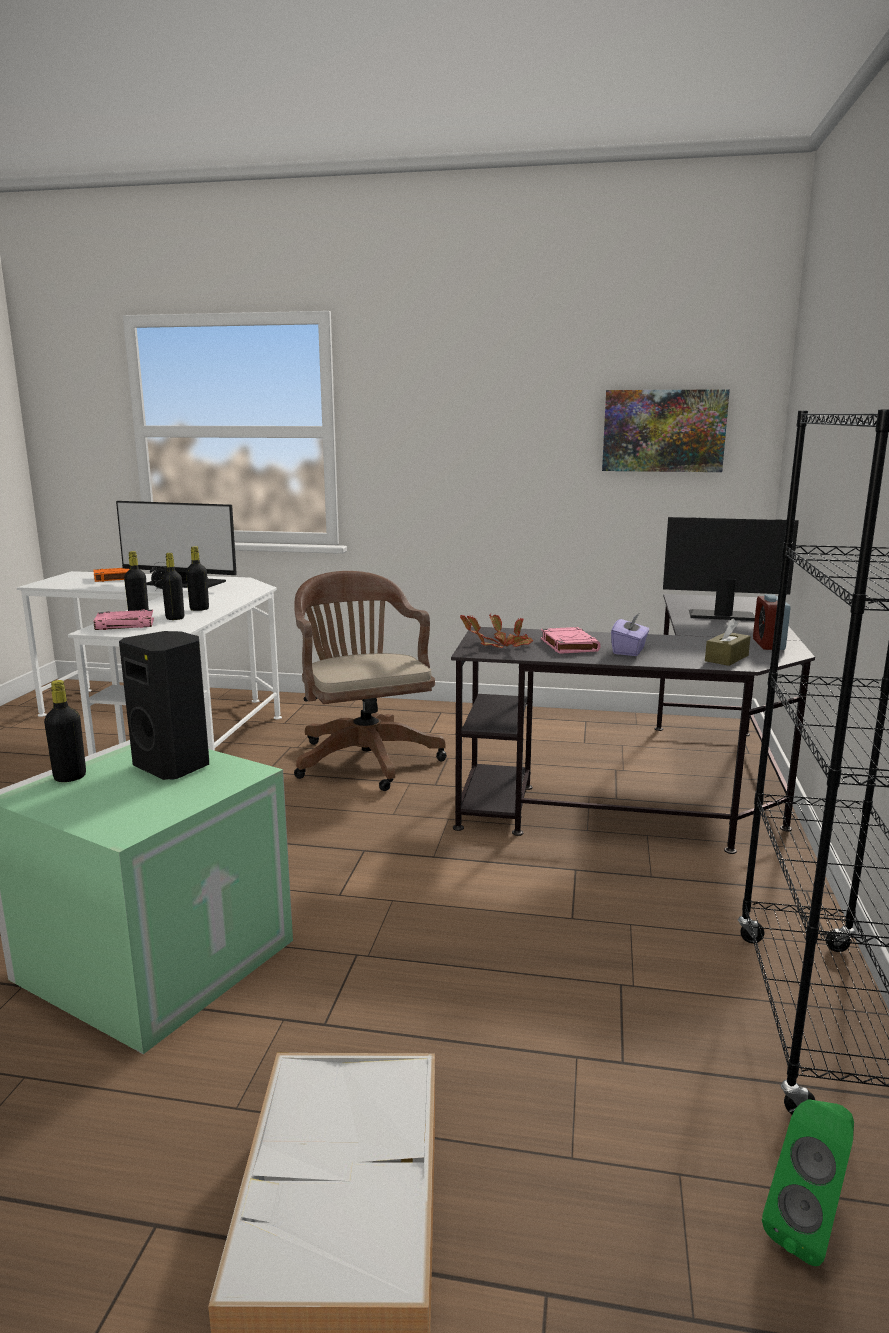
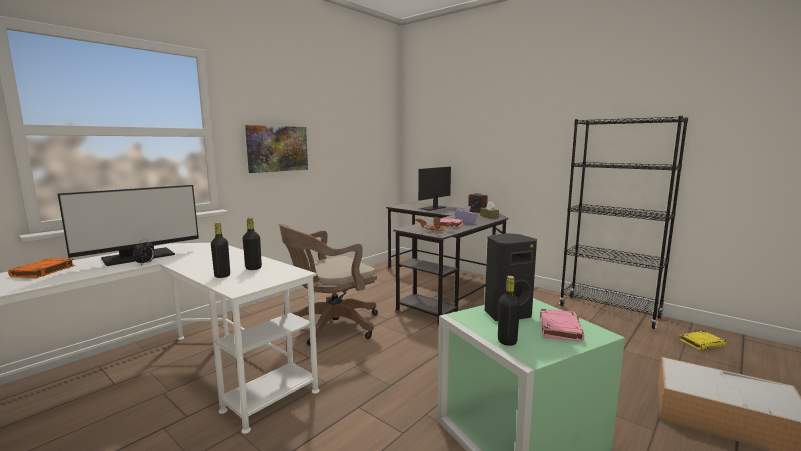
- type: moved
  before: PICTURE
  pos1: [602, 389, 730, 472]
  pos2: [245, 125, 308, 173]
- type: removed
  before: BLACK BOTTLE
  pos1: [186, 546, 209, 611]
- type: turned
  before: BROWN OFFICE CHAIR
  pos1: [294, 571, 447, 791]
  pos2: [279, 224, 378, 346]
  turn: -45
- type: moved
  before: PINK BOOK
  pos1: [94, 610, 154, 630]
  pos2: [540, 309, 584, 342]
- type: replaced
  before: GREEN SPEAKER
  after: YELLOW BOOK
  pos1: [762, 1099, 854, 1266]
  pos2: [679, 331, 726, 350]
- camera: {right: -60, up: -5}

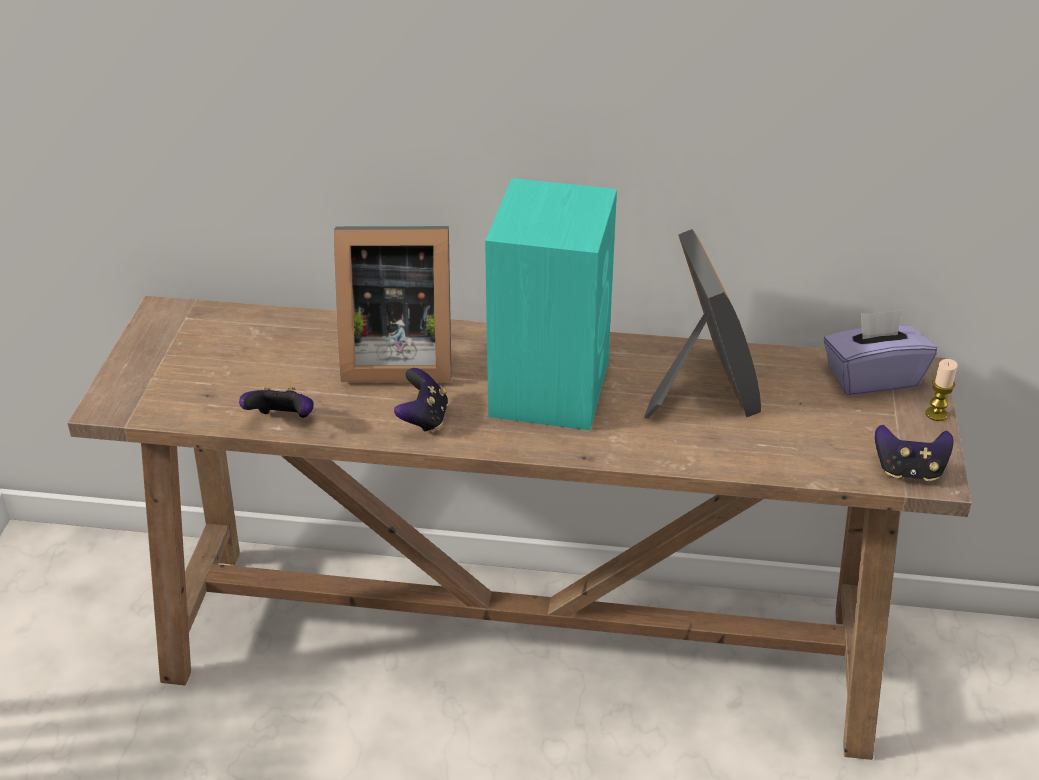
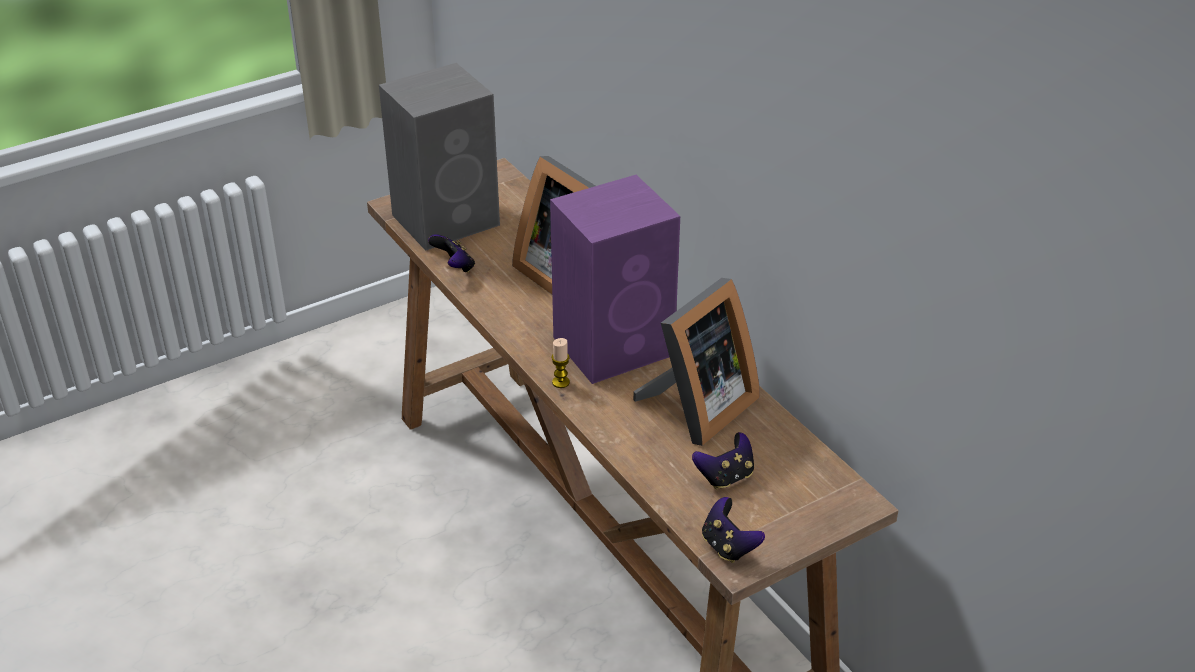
- type: recoloured
  before: TURQUOISE SPEAKER
  after: PURPLE SPEAKER
  pos1: [485, 178, 617, 431]
  pos2: [550, 175, 680, 384]
- type: removed
  before: PURPLE TISSUE BOX
  pos1: [824, 310, 937, 396]
- type: moved
  before: CANDLE
  pos1: [926, 359, 958, 421]
  pos2: [551, 338, 570, 388]
- type: moved
  before: GAME CONTROLLER
  pos1: [394, 368, 448, 434]
  pos2: [692, 432, 754, 489]
- type: added
  after: GREY SPEAKER
  pos2: [379, 63, 500, 251]
- camera: {right: 50, up: 0}

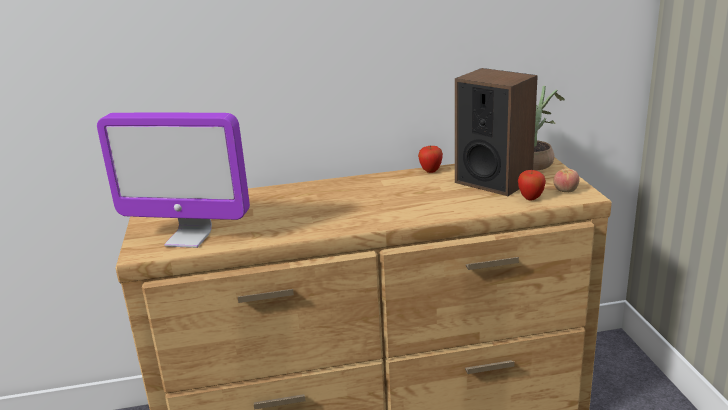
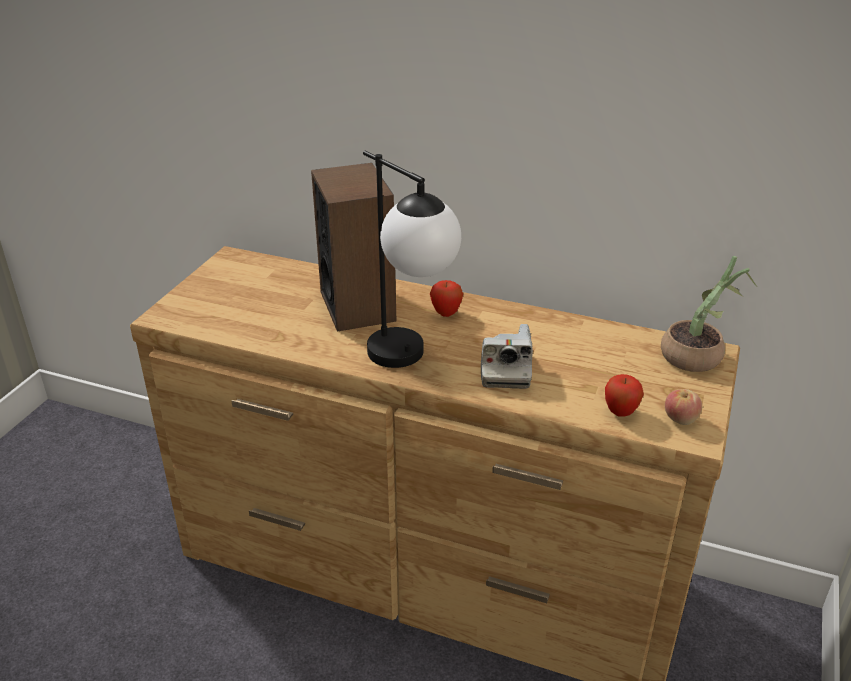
- type: moved
  before: SPEAKER
  pos1: [455, 68, 538, 196]
  pos2: [311, 163, 397, 332]
- type: removed
  before: MONITOR
  pos1: [97, 113, 250, 248]
- type: moved
  before: APPLE
  pos1: [418, 146, 443, 173]
  pos2: [430, 280, 463, 317]
- type: added
  after: TABLE LAMP
  pos2: [363, 151, 461, 368]
- type: added
  after: PHOTO CAMERA
  pos2: [481, 324, 533, 389]
- camera: {right: 30, up: 10}

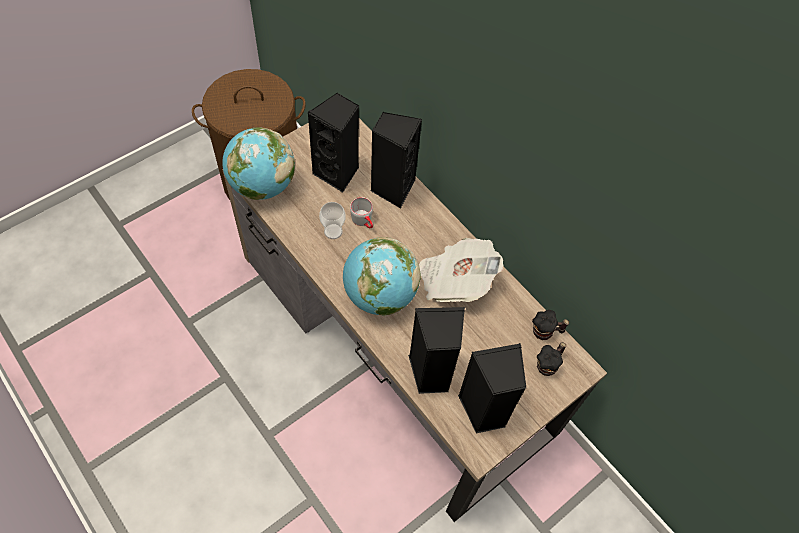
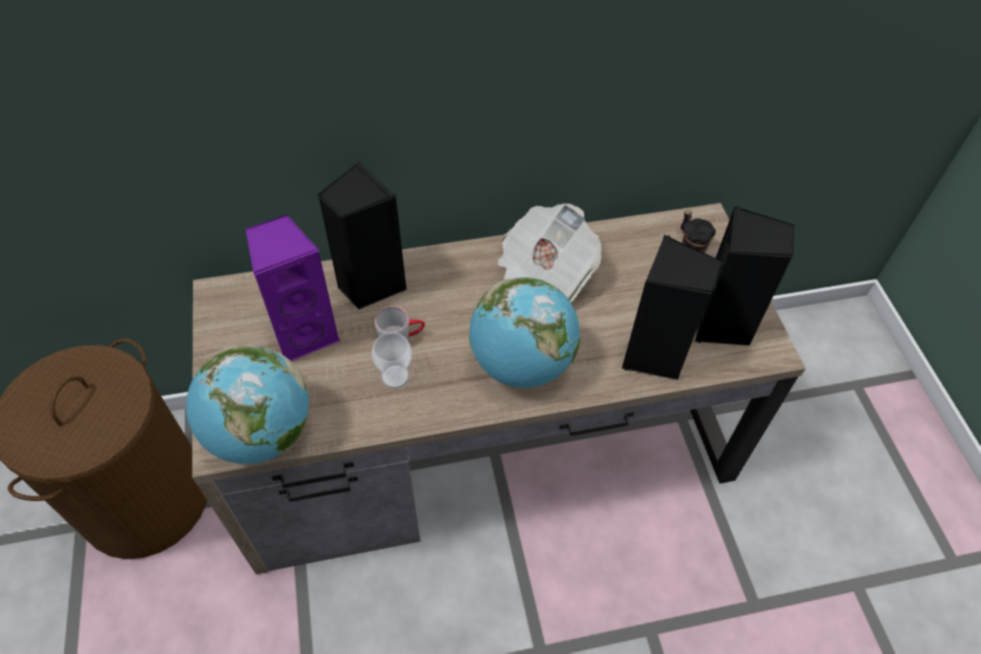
- type: recoloured
  before: BLACK SPEAKER
  after: PURPLE SPEAKER
  pos1: [307, 93, 359, 192]
  pos2: [246, 214, 341, 361]
- type: removed
  before: MUG
  pos1: [532, 310, 569, 340]
- camera: {right: -60, up: -5}

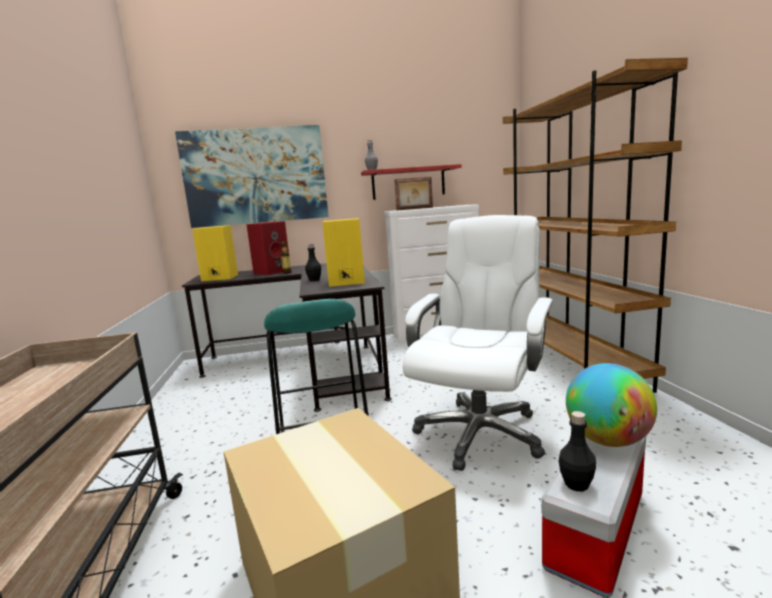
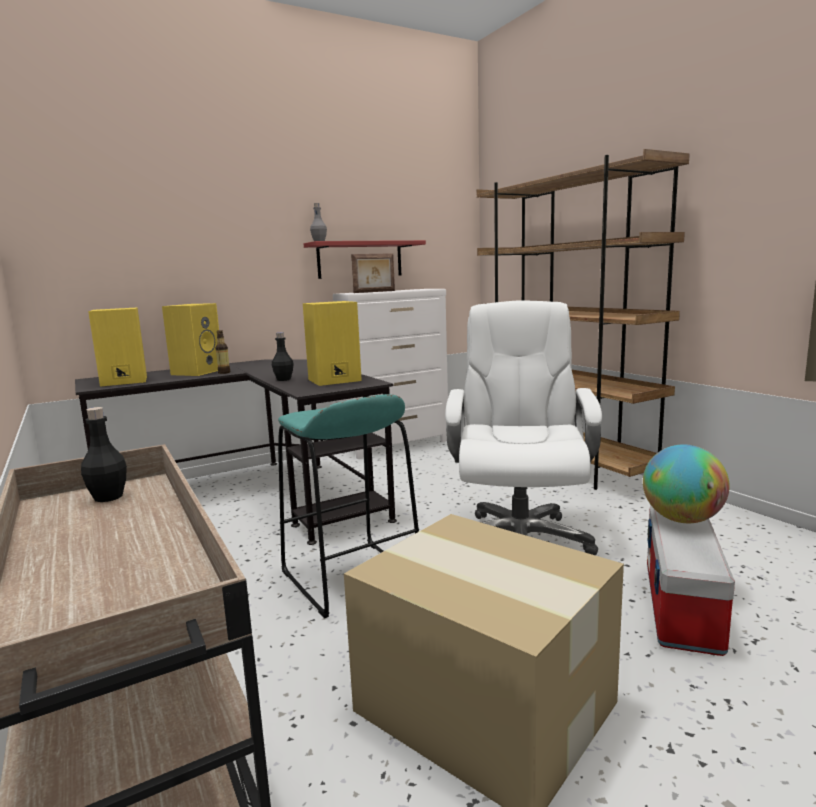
- type: removed
  before: PICTURE
  pos1: [175, 125, 329, 228]
- type: recoloured
  before: RED SPEAKER
  after: YELLOW SPEAKER
  pos1: [246, 221, 289, 275]
  pos2: [162, 303, 219, 376]
- type: moved
  before: BLACK BOTTLE
  pos1: [559, 411, 596, 491]
  pos2: [81, 407, 127, 502]
- camera: {right: -20, up: 0}

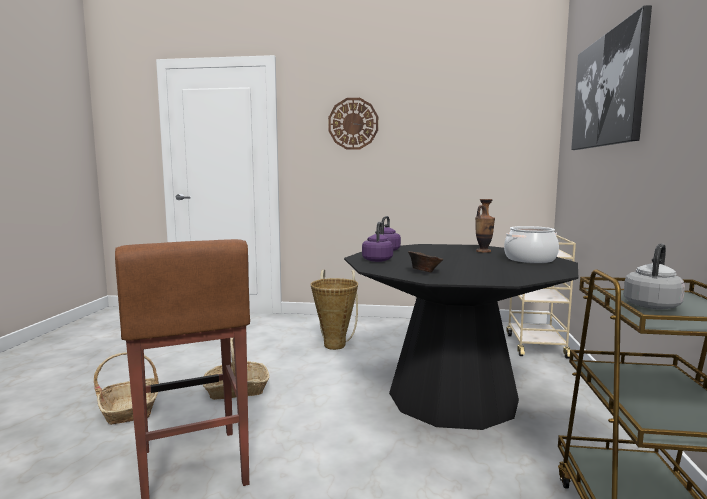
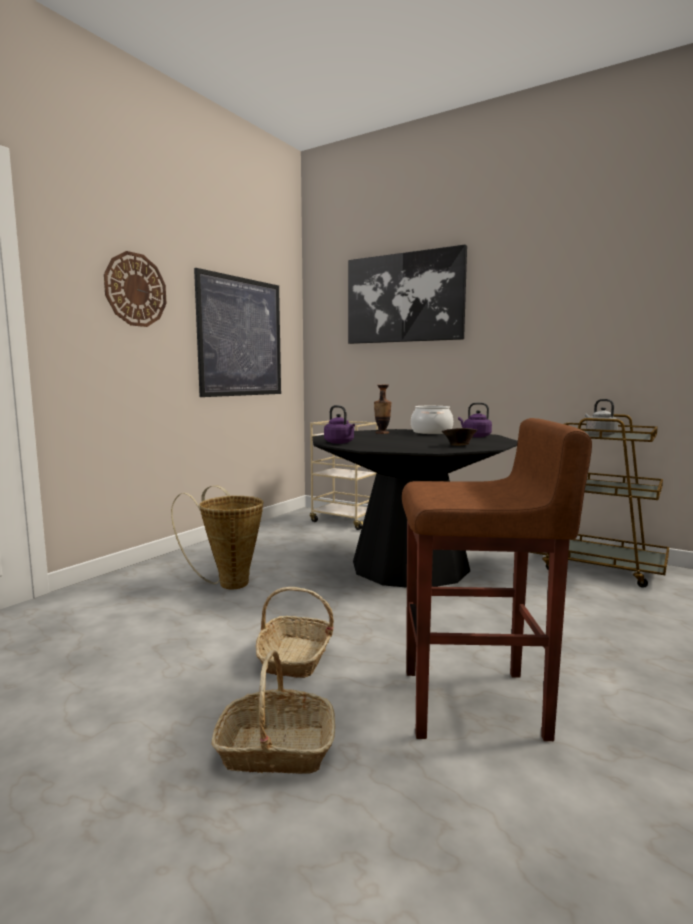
- type: moved
  before: PURPLE KETTLE
  pos1: [362, 222, 393, 262]
  pos2: [458, 402, 492, 437]
- type: added
  after: PICTURE
  pos2: [194, 268, 281, 397]
- camera: {right: -65, up: 0}

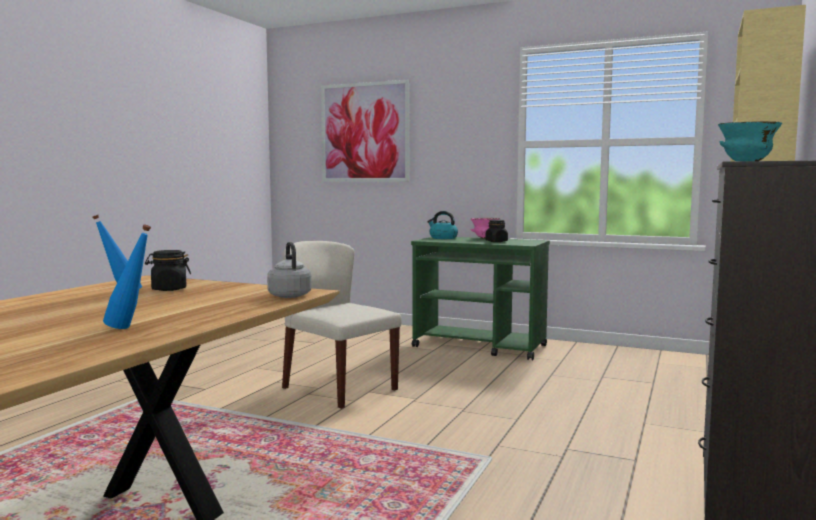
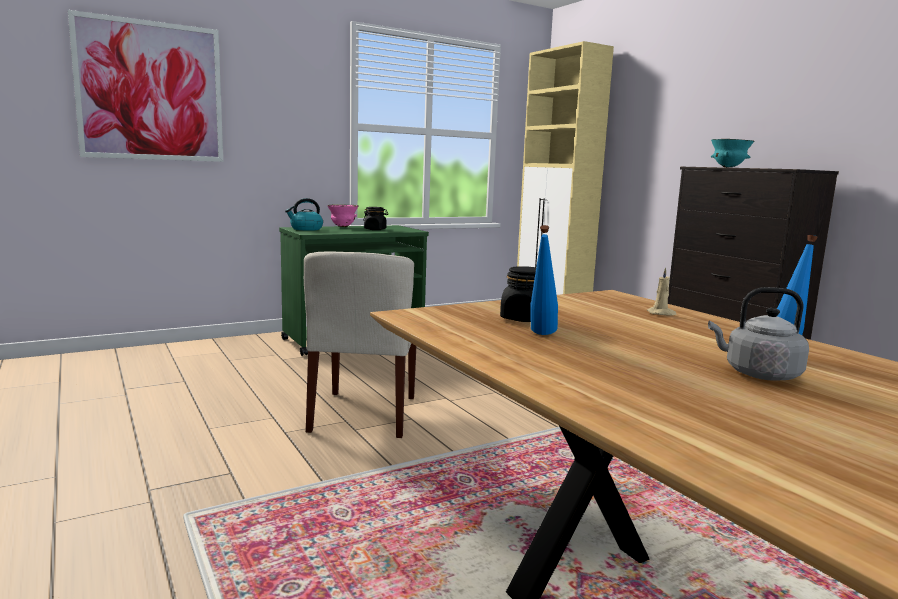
- type: turned
  before: BEIGE CHAIR
  pos1: [282, 241, 402, 409]
  pos2: [304, 251, 416, 438]
  turn: -75
- type: moved
  before: GREY KETTLE
  pos1: [267, 242, 312, 298]
  pos2: [708, 287, 809, 381]
- type: added
  after: BEIGE CANDLE
  pos2: [647, 268, 677, 315]
- camera: {right: -55, up: 5}

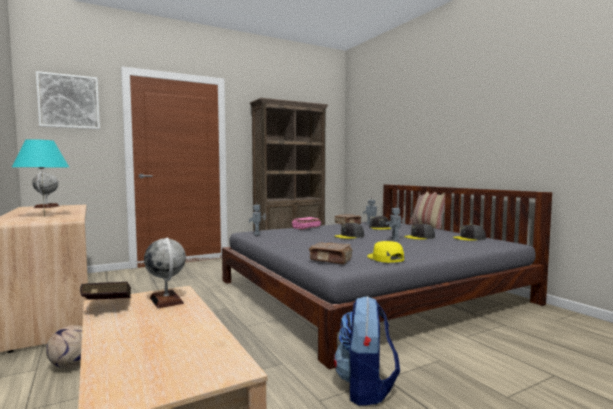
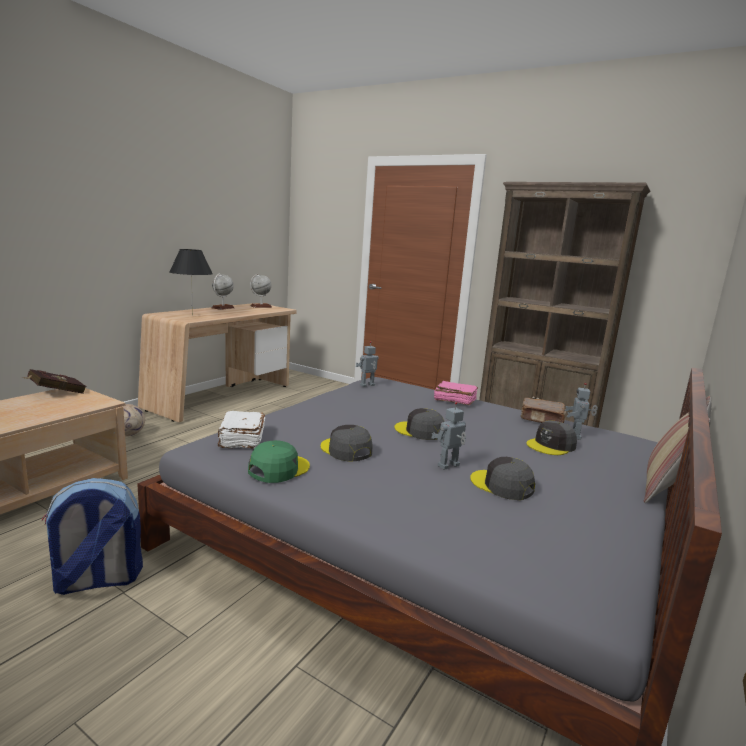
- type: removed
  before: PICTURE
  pos1: [36, 71, 100, 129]
- type: recoloured
  before: TURQUOISE TABLE LAMP
  after: BLACK TABLE LAMP
  pos1: [12, 139, 69, 217]
  pos2: [170, 249, 213, 316]
- type: moved
  before: GREY CAP
  pos1: [453, 224, 486, 241]
  pos2: [321, 425, 372, 462]
- type: moved
  before: GLOBE
  pos1: [144, 238, 186, 308]
  pos2: [211, 273, 234, 310]
- type: recoloured
  before: YELLOW CAP
  after: GREEN CAP
  pos1: [367, 241, 404, 263]
  pos2: [248, 440, 310, 483]
- type: recoloured
  before: BROWN BOOK
  after: WHITE BOOK
  pos1: [309, 242, 352, 264]
  pos2: [217, 411, 265, 449]
- camera: {right: 60, up: 10}

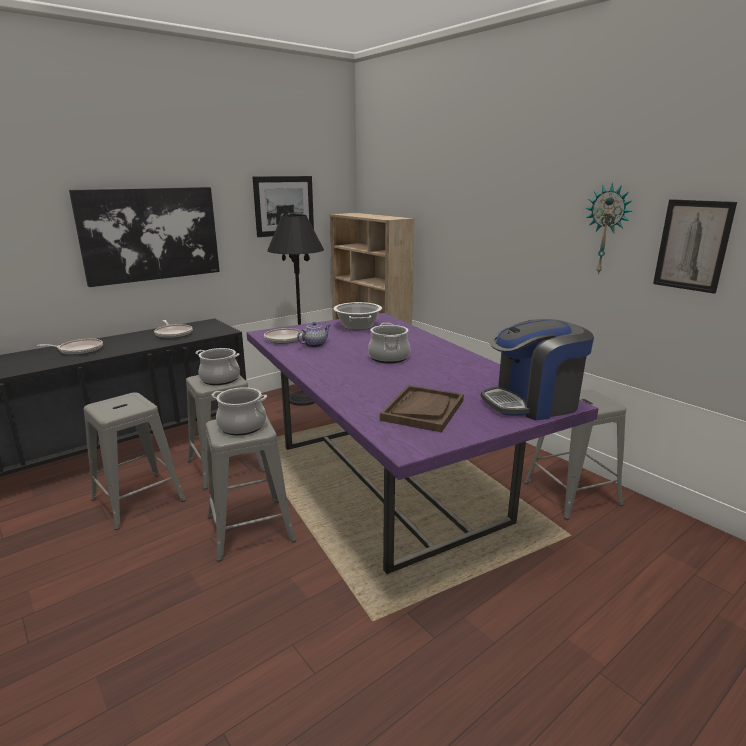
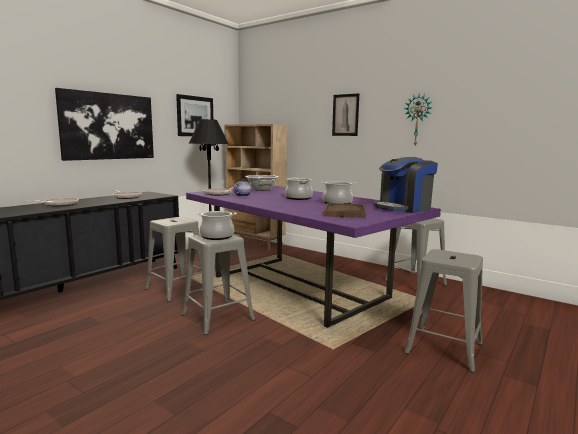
- type: moved
  before: PICTURE
  pos1: [653, 199, 737, 294]
  pos2: [332, 93, 359, 136]
- type: moved
  before: COOKING POT
  pos1: [195, 348, 240, 385]
  pos2: [321, 181, 356, 204]
- type: moved
  before: GREY STOOL
  pos1: [84, 393, 186, 530]
  pos2: [404, 249, 483, 373]
- camera: {right: -15, up: -10}

